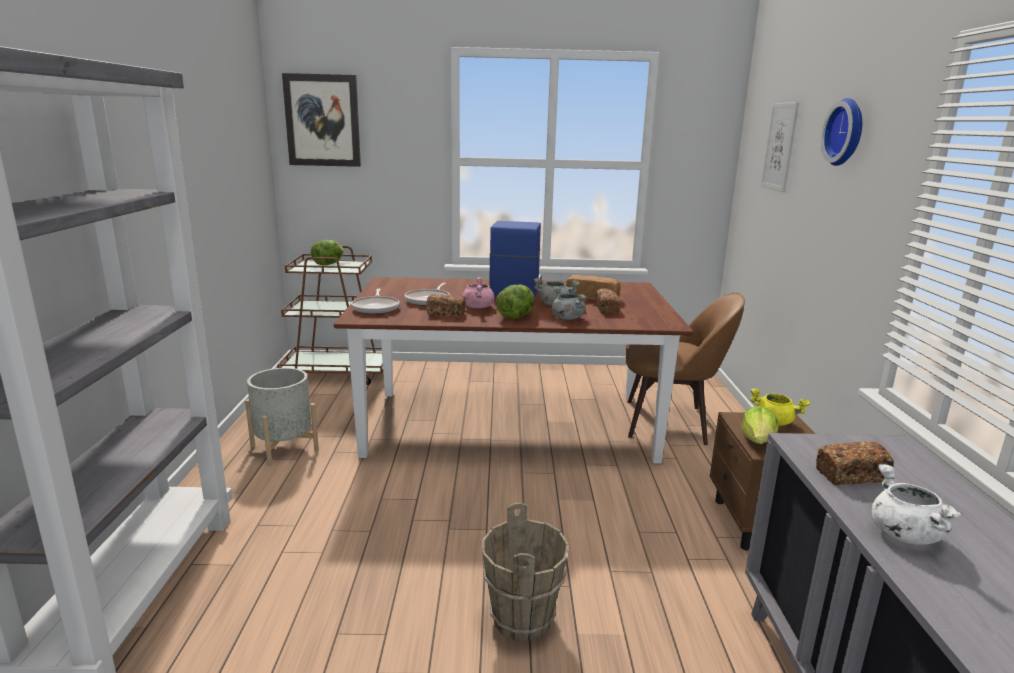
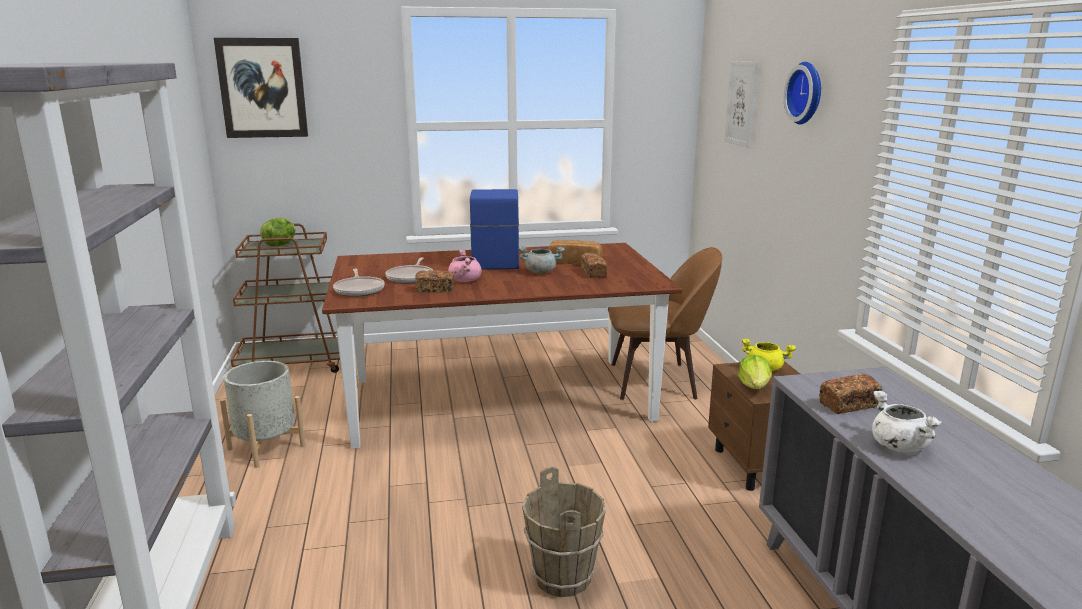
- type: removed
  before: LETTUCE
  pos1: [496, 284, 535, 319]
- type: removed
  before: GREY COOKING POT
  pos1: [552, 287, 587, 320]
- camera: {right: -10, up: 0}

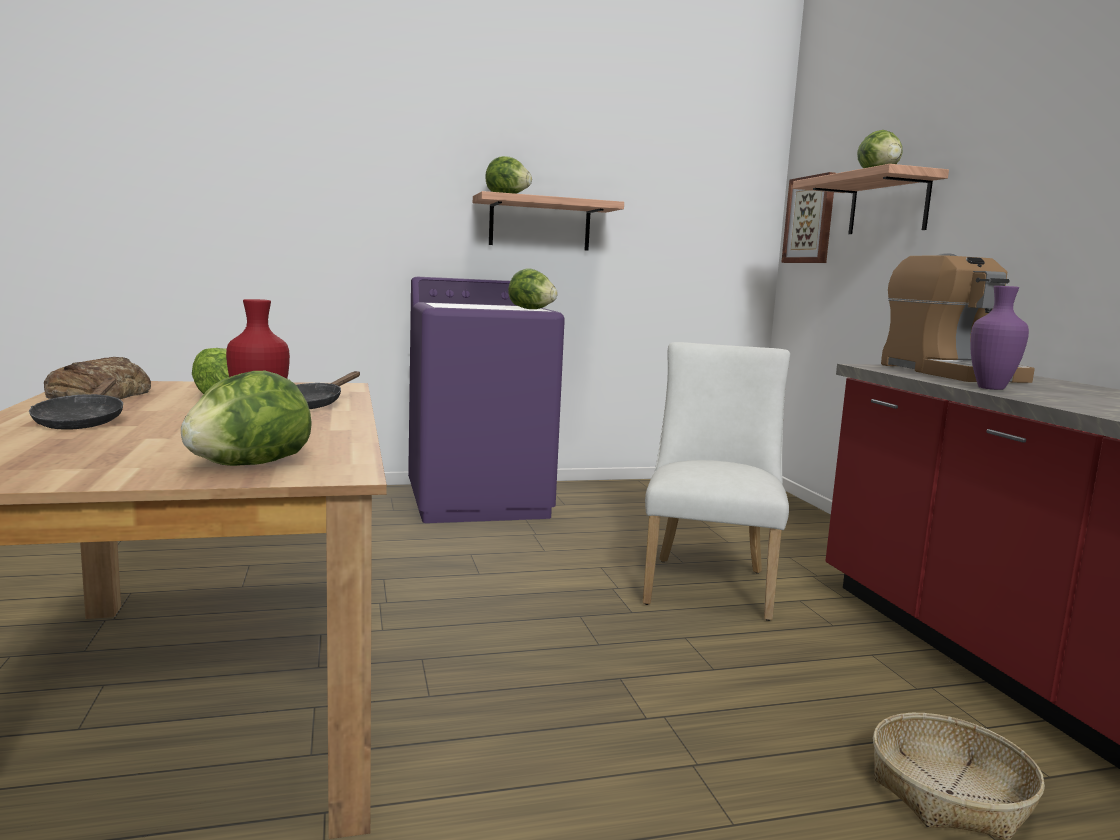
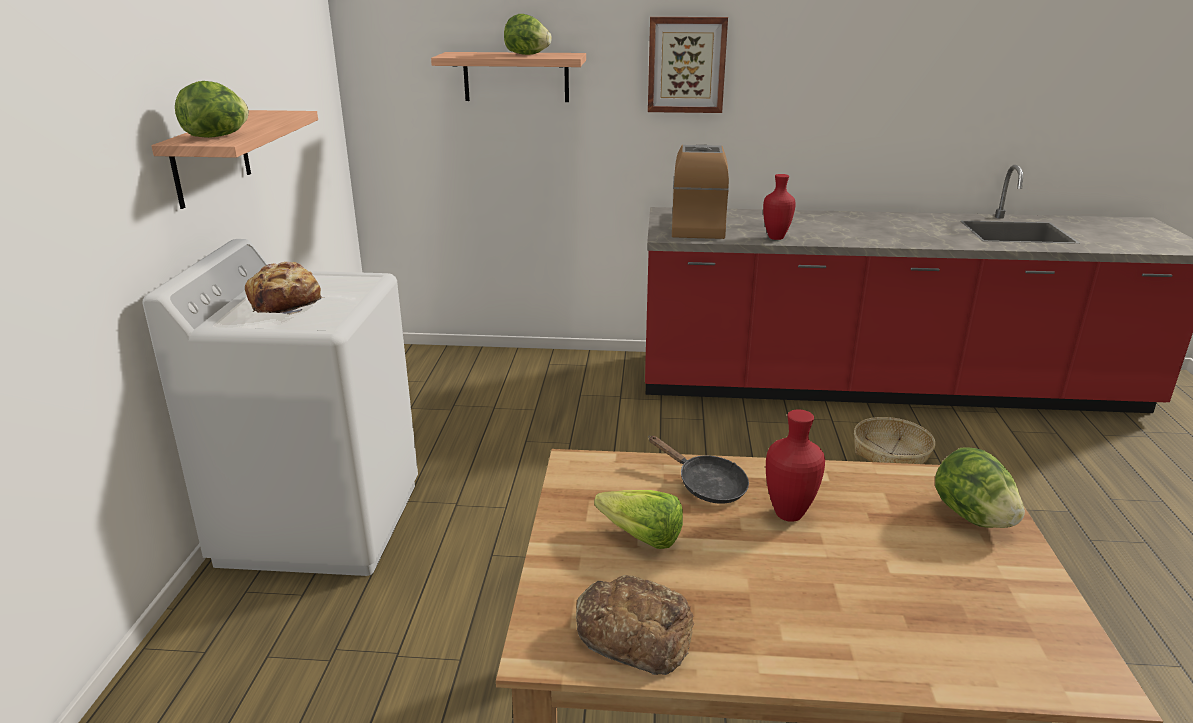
- type: moved
  before: PICTURE
  pos1: [781, 172, 836, 263]
  pos2: [648, 17, 728, 113]
- type: turned
  before: COFFEE MACHINE
  pos1: [881, 253, 1035, 383]
  pos2: [672, 145, 729, 239]
  turn: -90
- type: removed
  before: LETTUCE
  pos1: [508, 268, 558, 309]
- type: recoloured
  before: PURPLE WASHING MACHINE
  after: WHITE WASHING MACHINE
  pos1: [408, 277, 565, 523]
  pos2: [143, 239, 418, 576]
- type: recoloured
  before: PURPLE VASE
  after: RED VASE
  pos1: [970, 286, 1029, 390]
  pos2: [763, 174, 796, 240]
- type: removed
  before: WHITE CHAIR
  pos1: [643, 342, 790, 621]
- type: removed
  before: BLACK FRYING PAN
  pos1: [29, 378, 123, 430]
- type: added
  after: BREAD
  pos2: [245, 262, 325, 315]
- camera: {right: -70, up: 15}

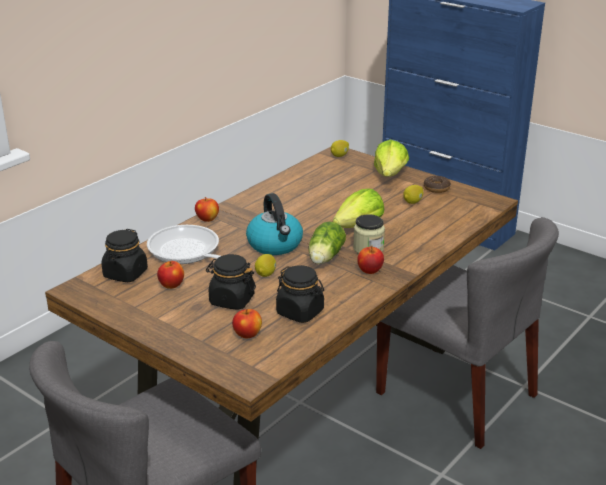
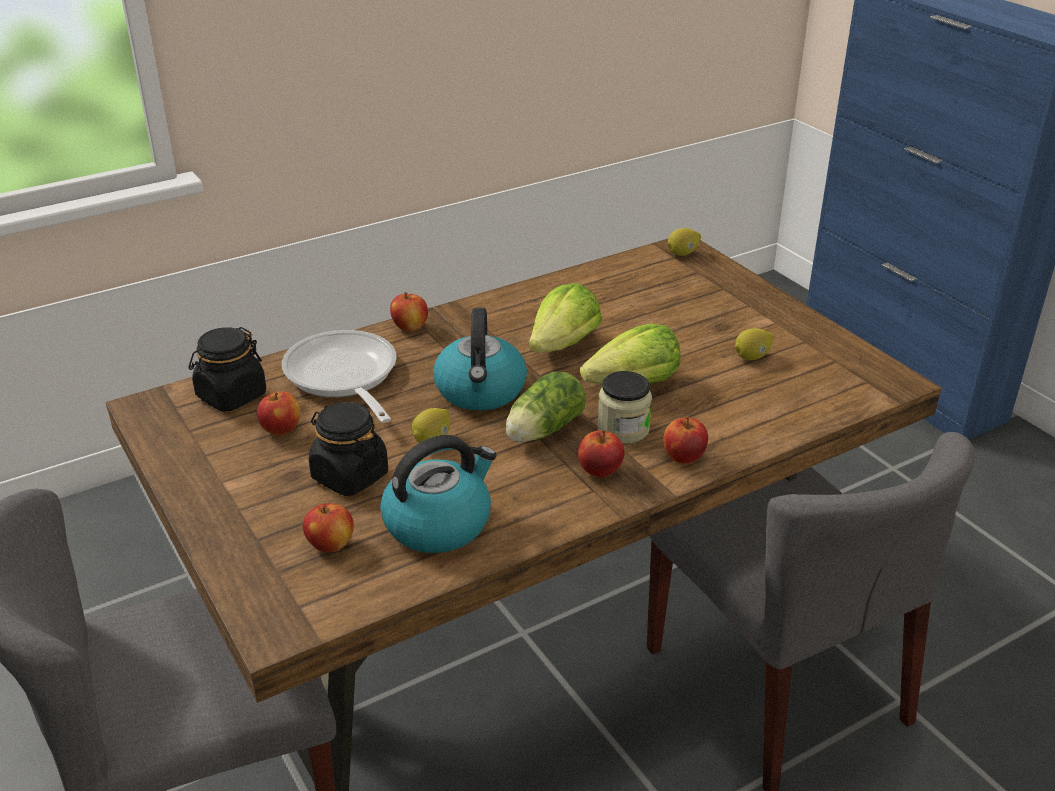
- type: moved
  before: LETTUCE
  pos1: [374, 140, 409, 177]
  pos2: [529, 283, 602, 353]
- type: removed
  before: DONUT
  pos1: [424, 176, 451, 193]
- type: replaced
  before: BLACK JAR
  after: KETTLE
  pos1: [276, 265, 324, 323]
  pos2: [380, 435, 496, 553]
- type: added
  after: APPLE
  pos2: [663, 416, 708, 464]
- camera: {right: 20, up: 5}

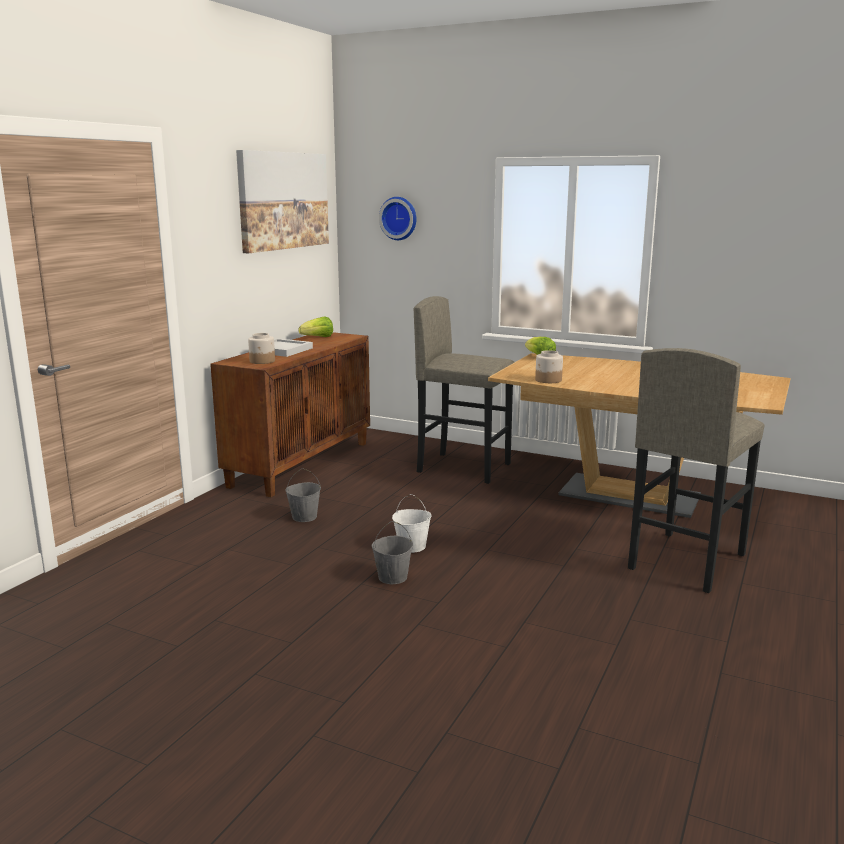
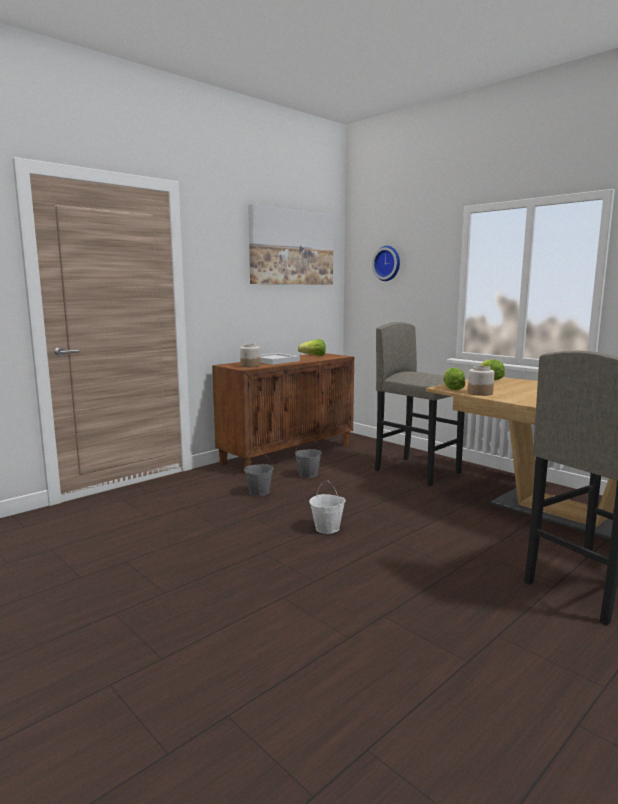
- type: moved
  before: GREY BUCKET
  pos1: [372, 521, 413, 584]
  pos2: [295, 437, 322, 478]
- type: added
  after: LETTUCE
  pos2: [443, 368, 465, 390]
- camera: {right: 20, up: -5}

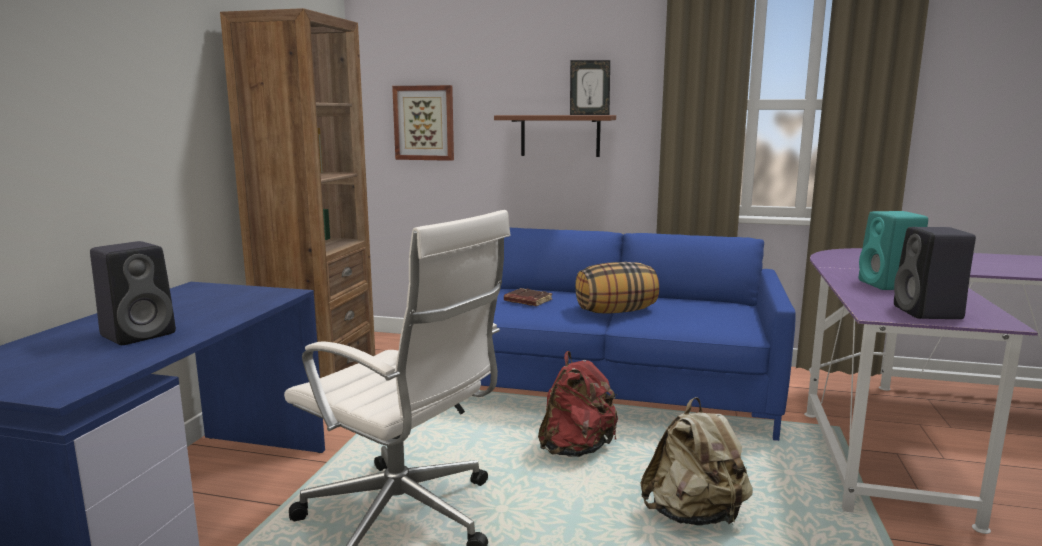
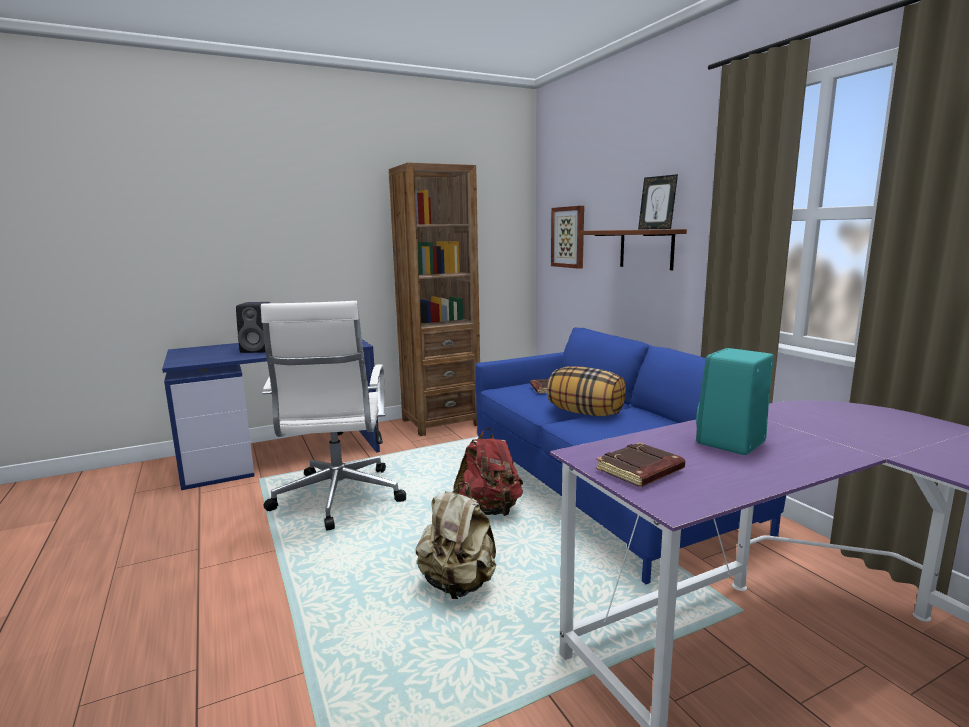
- type: replaced
  before: BLACK SPEAKER
  after: BROWN BOOK
  pos1: [894, 227, 976, 319]
  pos2: [596, 442, 685, 487]
- camera: {right: 50, up: 0}

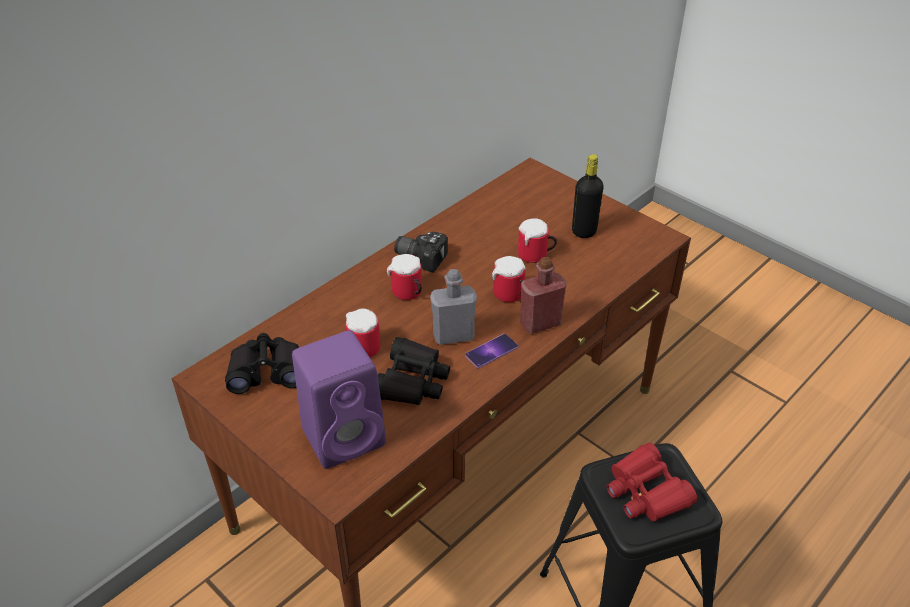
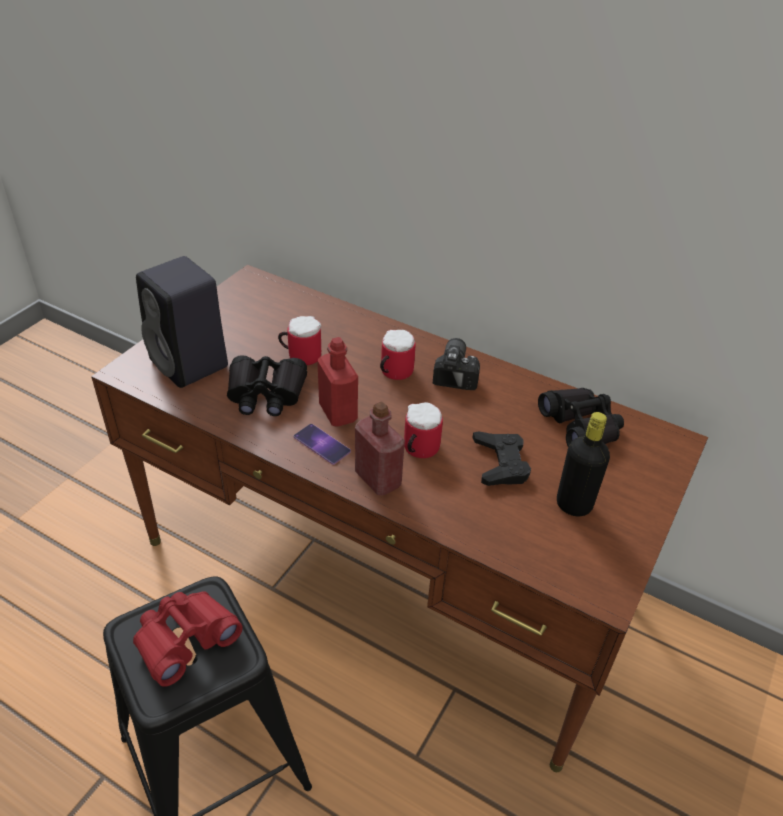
- type: replaced
  before: MUG
  after: BLACK GAME CONTROLLER
  pos1: [518, 218, 557, 263]
  pos2: [472, 431, 531, 486]
- type: recoloured
  before: GREY BOTTLE
  after: RED BOTTLE
  pos1: [430, 269, 477, 345]
  pos2: [317, 337, 358, 427]
- type: recoloured
  before: PURPLE SPEAKER
  after: BLACK SPEAKER
  pos1: [292, 330, 386, 469]
  pos2: [136, 256, 228, 388]
- type: moved
  before: BLACK BINOCULARS
  pos1: [225, 333, 299, 394]
  pos2: [538, 388, 624, 447]
- camera: {right: 75, up: 0}

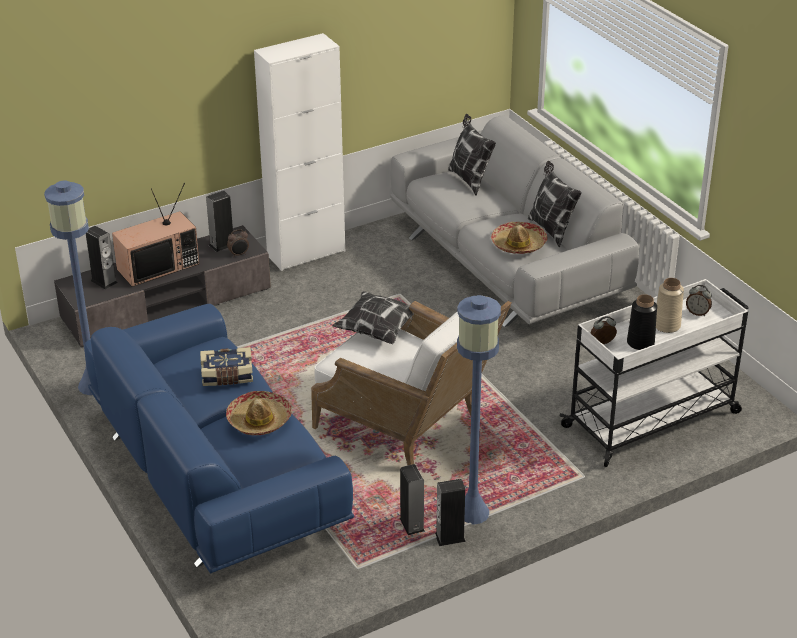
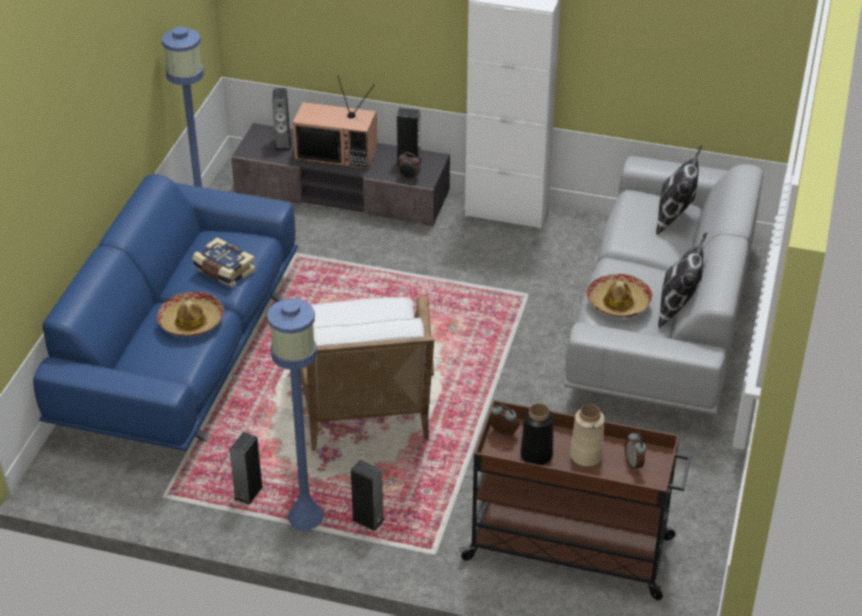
- type: recoloured
  before: WHITE CART
  after: BROWN CART
  pos1: [560, 279, 748, 467]
  pos2: [459, 400, 691, 600]
- type: removed
  before: PILLOW
  pos1: [332, 291, 413, 344]
- type: moved
  before: SPEAKER
  pos1: [435, 479, 466, 546]
  pos2: [351, 460, 385, 531]
- camera: {right: 45, up: 5}

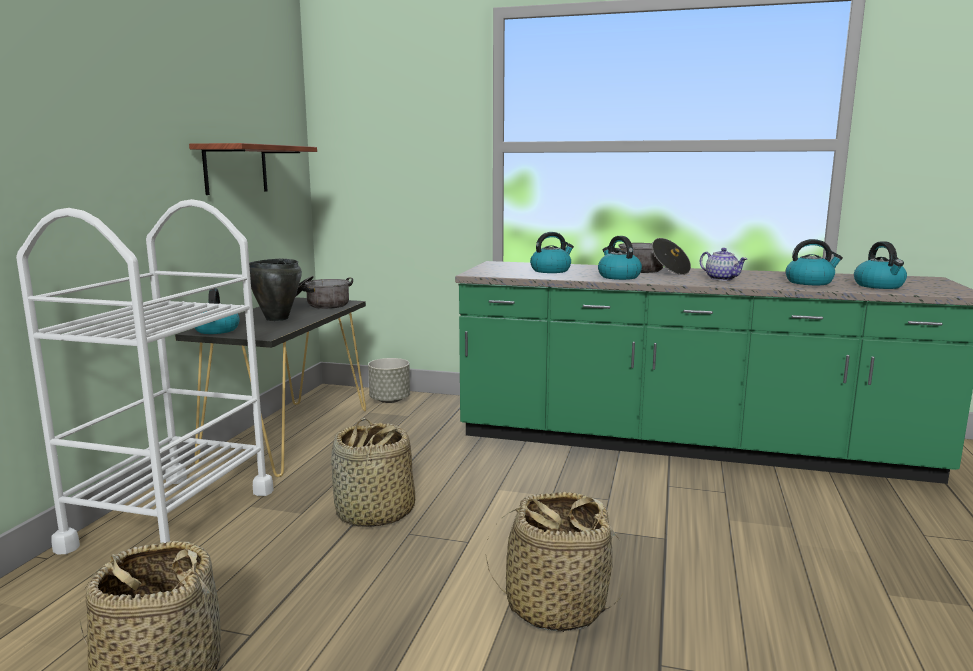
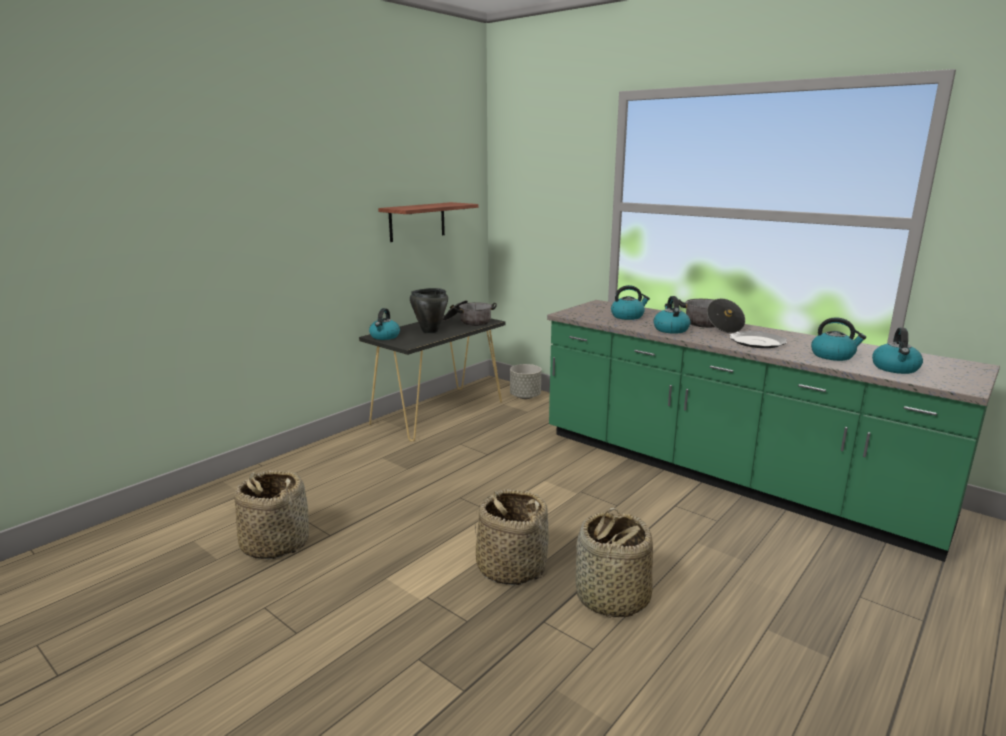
- type: removed
  before: WHITE CART
  pos1: [16, 199, 274, 554]
- type: replaced
  before: TEAPOT
  after: PLATE
  pos1: [700, 248, 747, 281]
  pos2: [729, 331, 787, 348]
- type: moved
  before: BASKET
  pos1: [331, 418, 415, 527]
  pos2: [575, 507, 653, 618]
- camera: {right: 25, up: 5}

